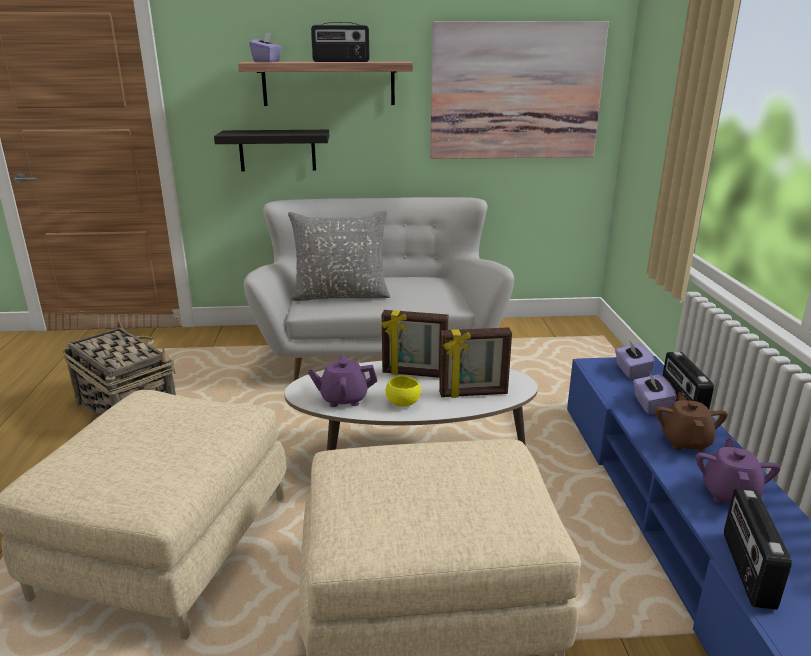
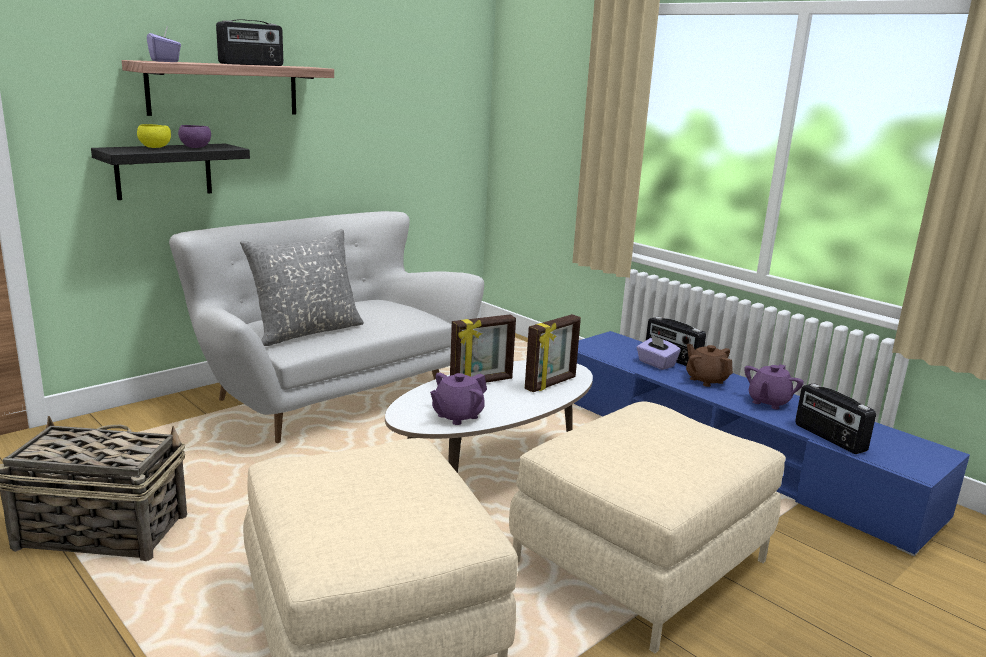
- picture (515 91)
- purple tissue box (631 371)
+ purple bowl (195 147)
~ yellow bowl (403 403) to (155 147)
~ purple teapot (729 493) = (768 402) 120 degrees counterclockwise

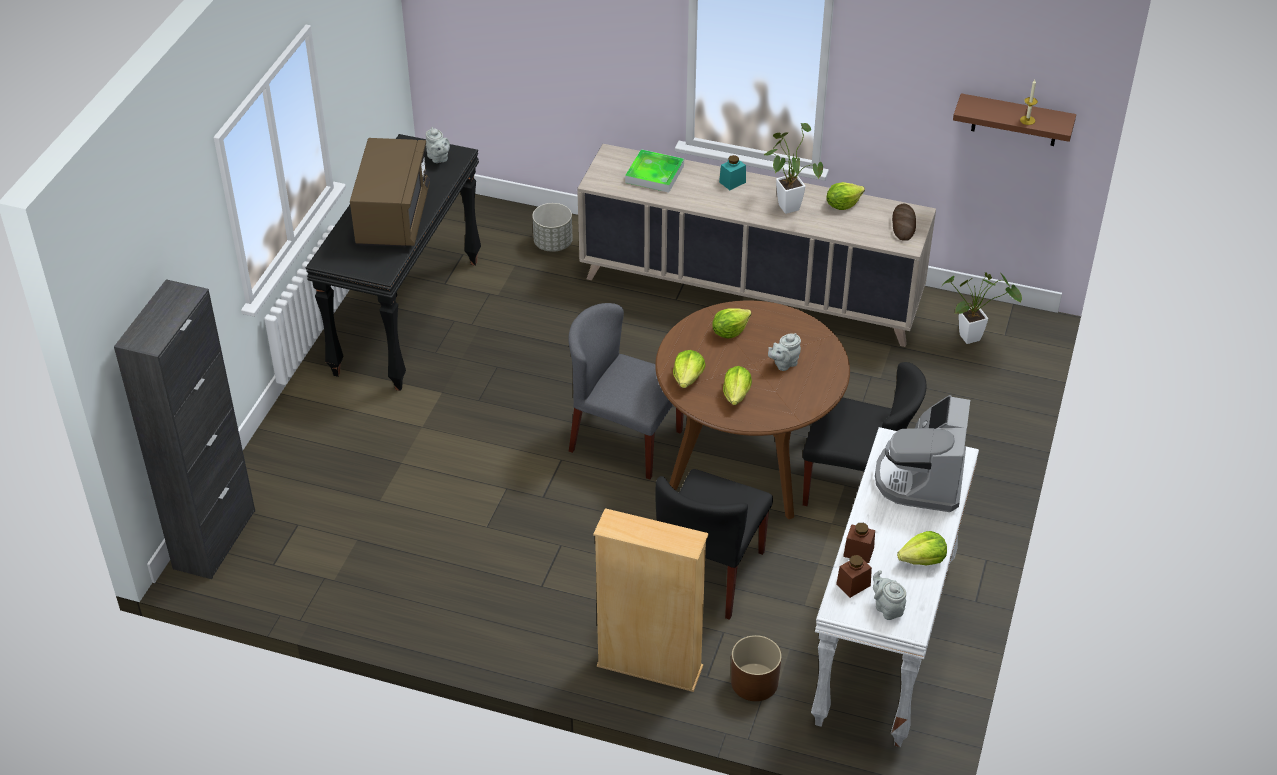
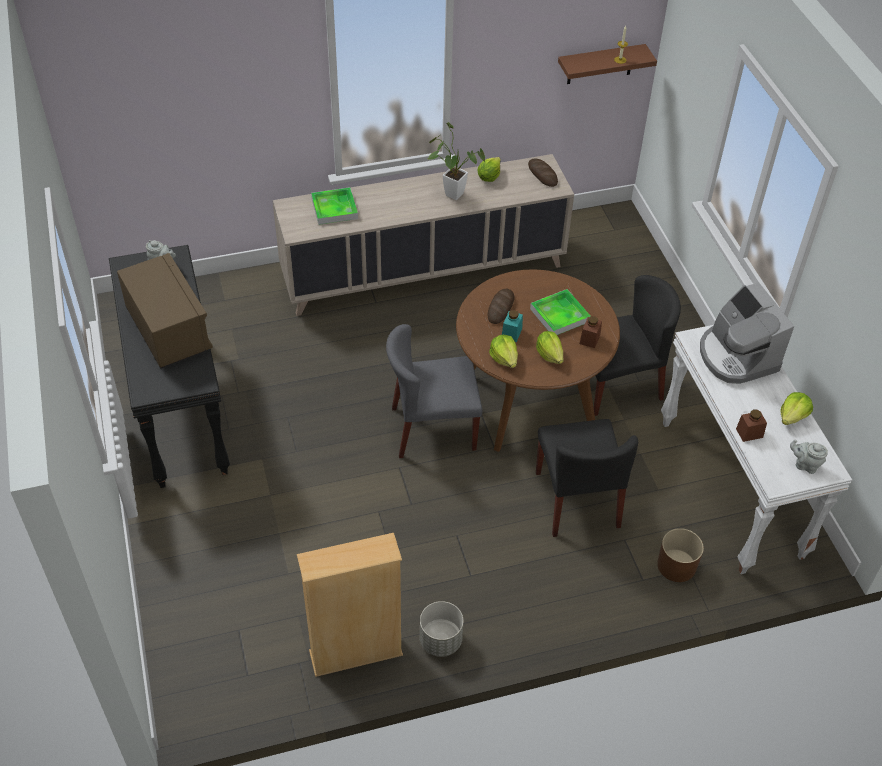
- black cabinet (214 539)
- potted plant (974 337)
~ grey planter (553 244) to (440 641)
~ beige bookcase (649 667) to (356 653)
~ turquoise jar (732 182) to (511 333)
~ brown jar (853 585) to (589 339)
~ lettuce (729 332) to bread (500 308)
~ grey teapot (784 364) to tray (559 315)

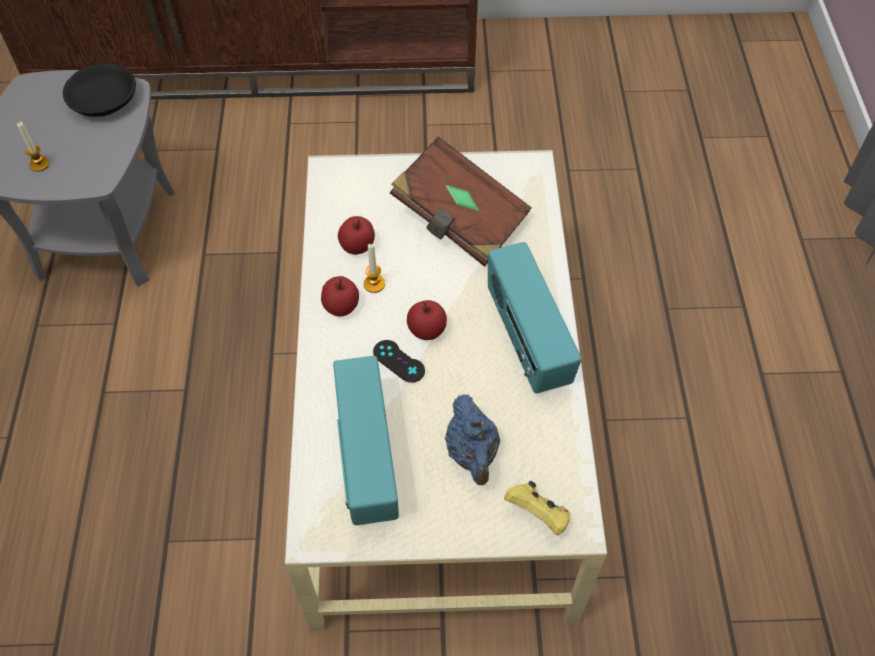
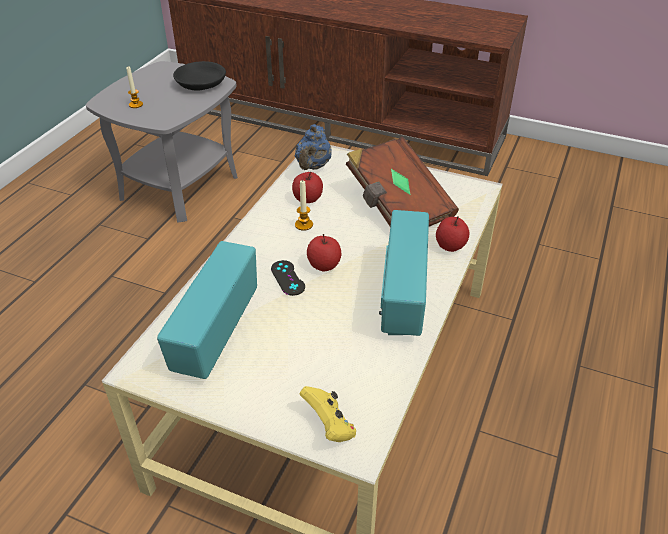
~ apple (341 306) to (450 246)
~ blue teapot (472 454) to (313 166)

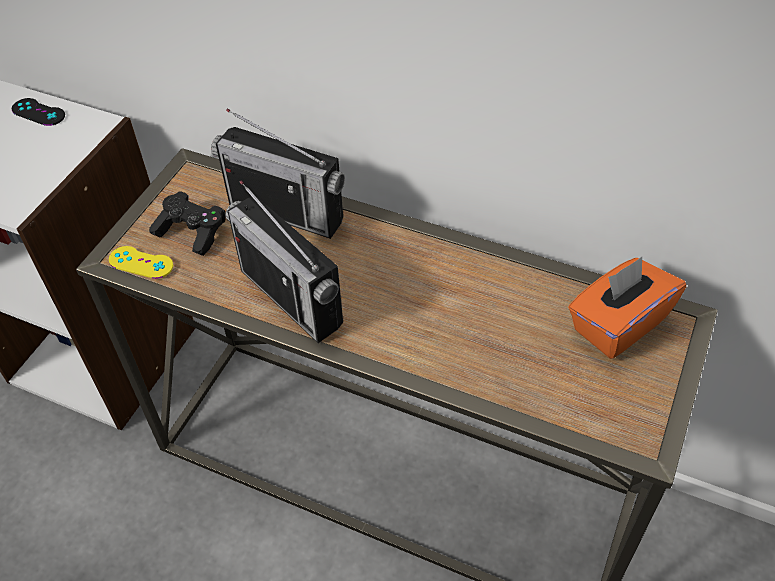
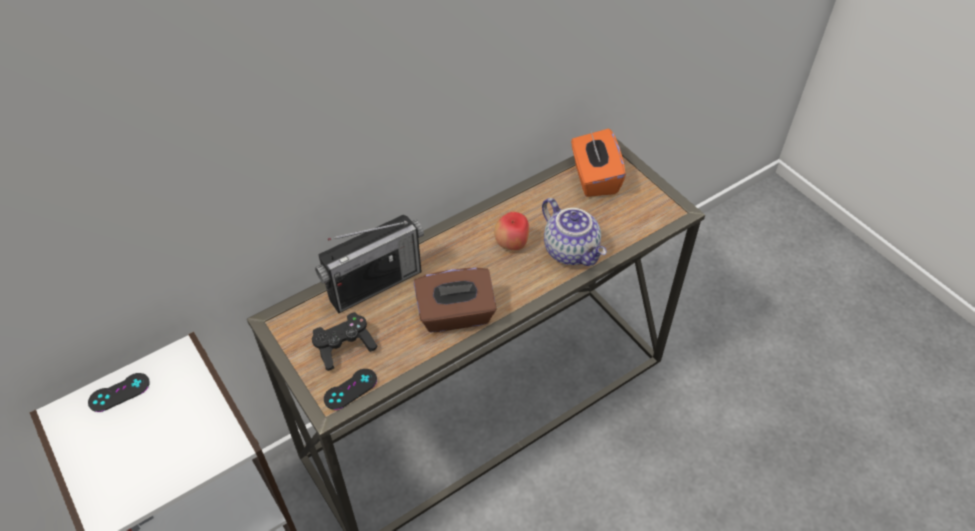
+ apple (512 244)
+ teapot (572 251)
~ radio (291 297) to brown tissue box (456 315)
~ yellow game controller (141 263) to black game controller (350 389)

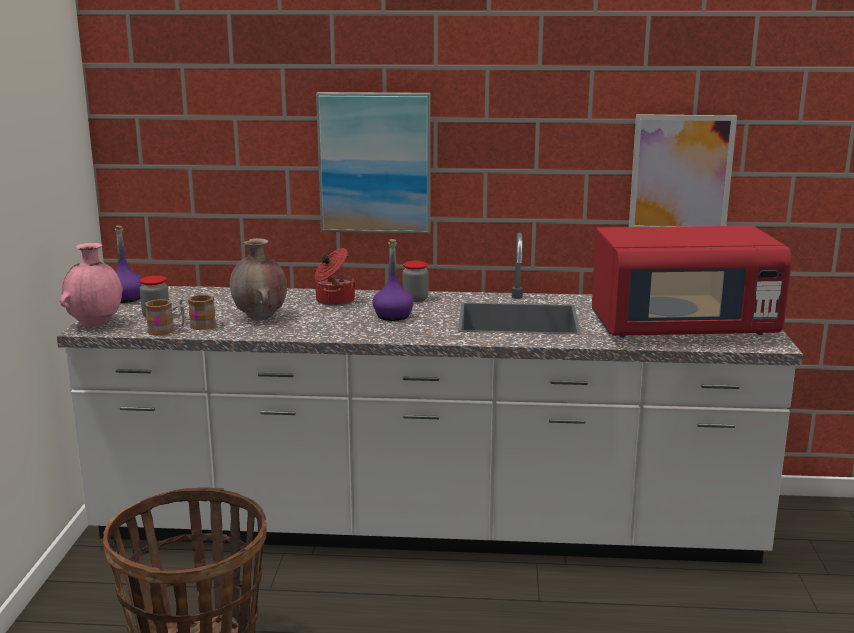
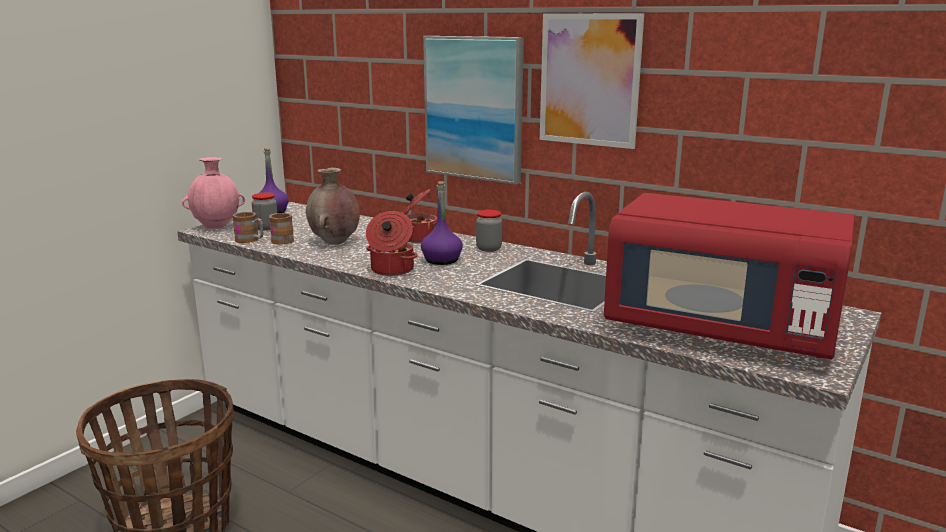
+ cooking pot (391 270)
~ picture (681 173) to (589 80)

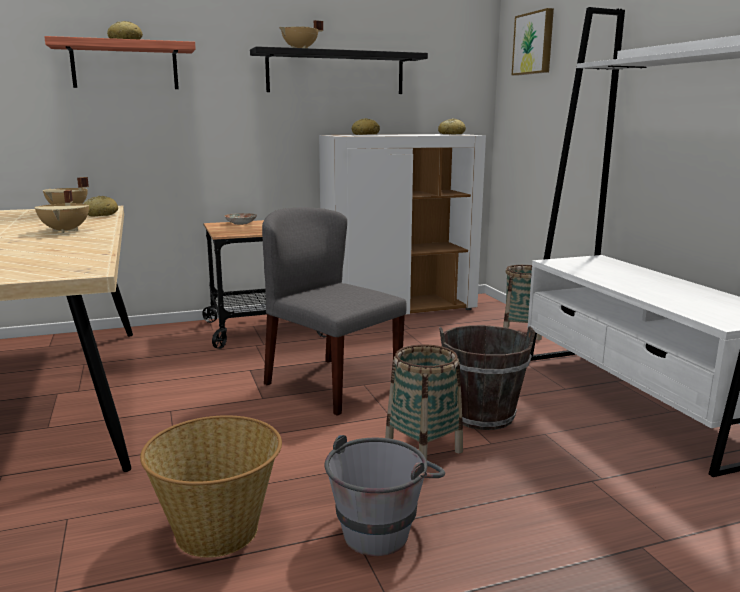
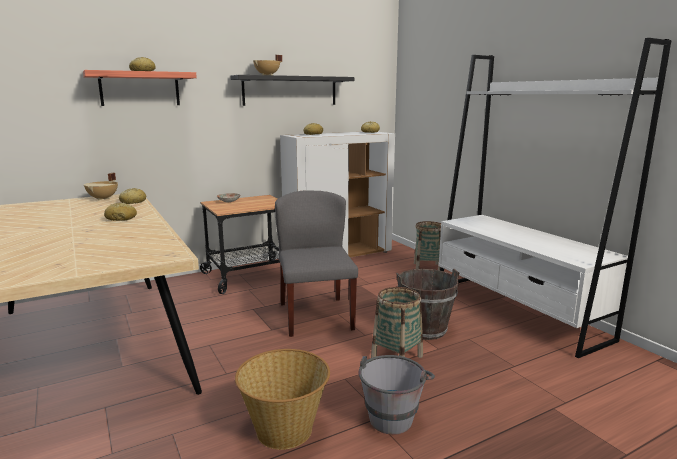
- picture (534 43)
~ beige cooking pot (66 230) to bread (121 218)
~ grey chair (331 385) = (315 316) 45 degrees clockwise

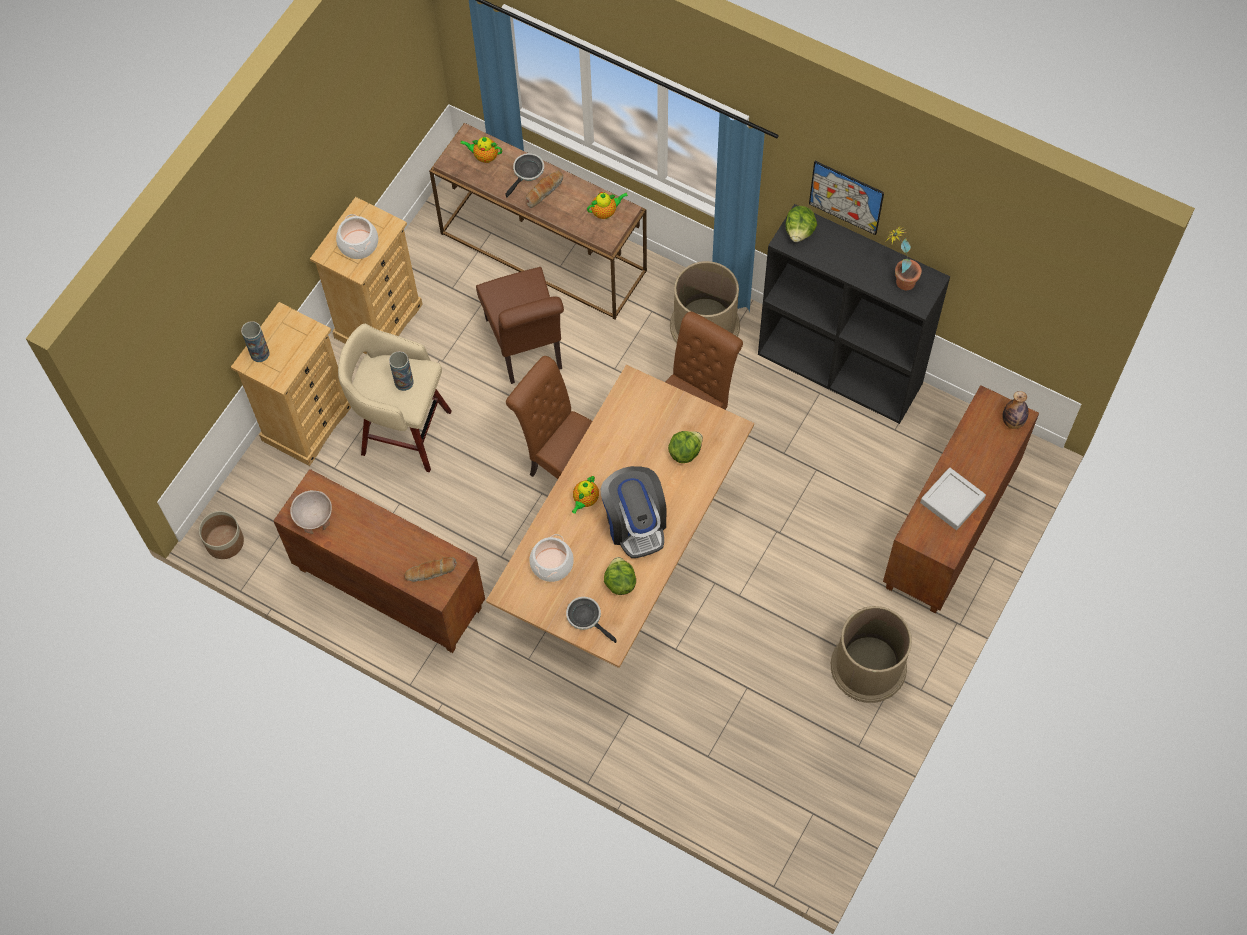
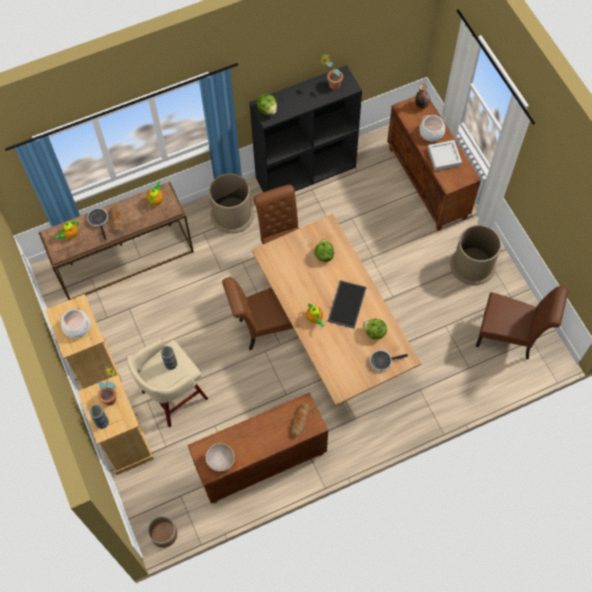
- picture (846 197)
+ potted plant (113 396)
~ brown chair (526 348) to (510 338)
~ cooking pot (552 564) to (431 132)
~ coffee machine (635 523) to tray (346 303)

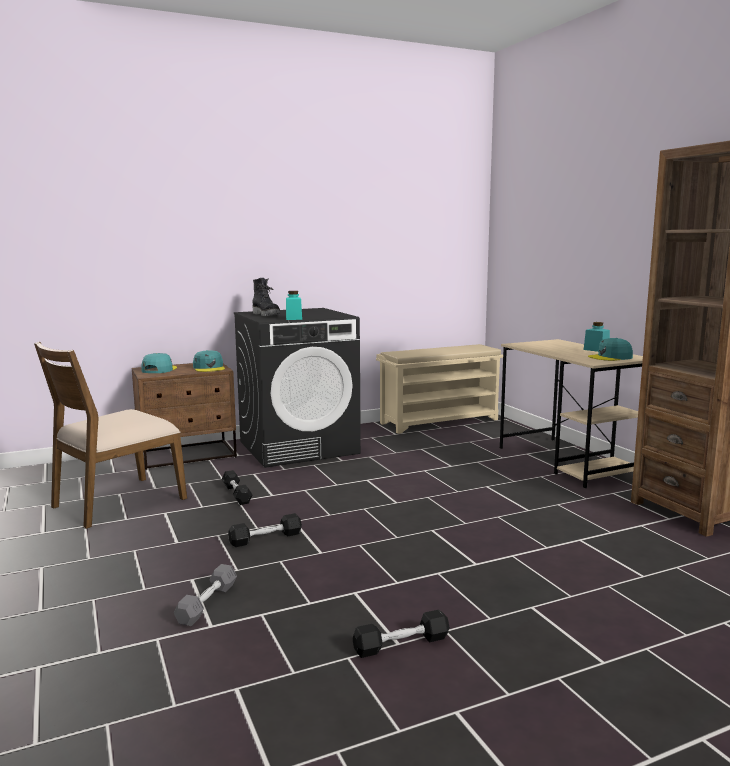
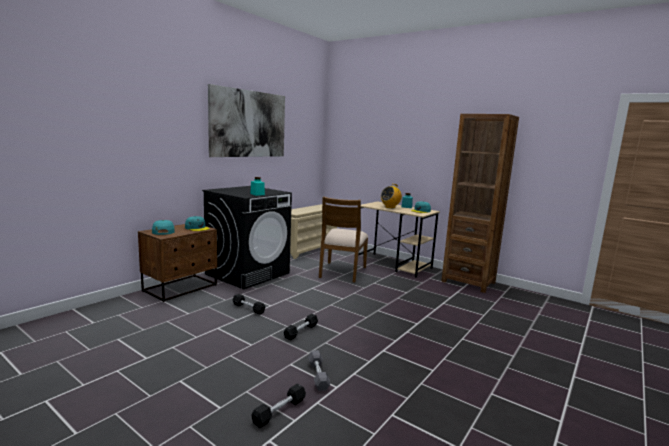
- black boot (267 315)
+ picture (248 124)
+ radio (390 207)
~ brown chair (117 502) to (342 272)
~ black dumbbell (401 644) to (279 411)

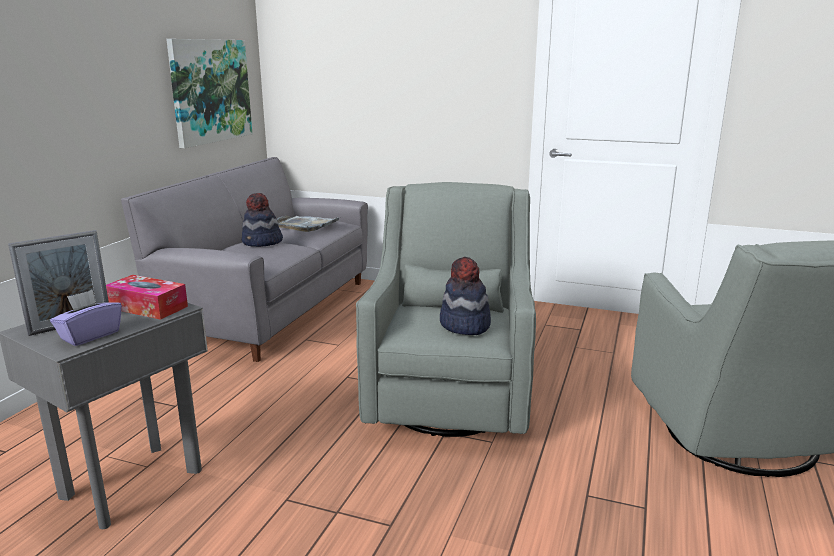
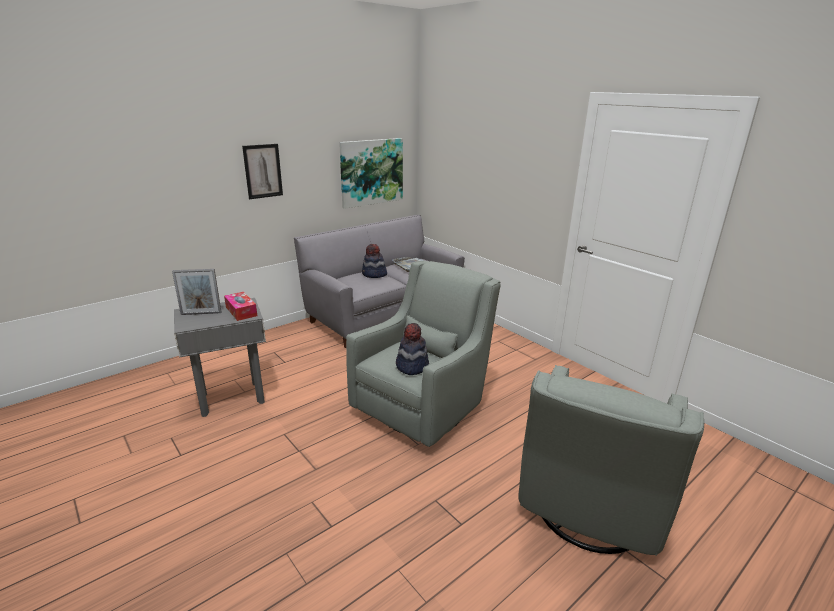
- purple tissue box (90 335)
+ picture (263 171)

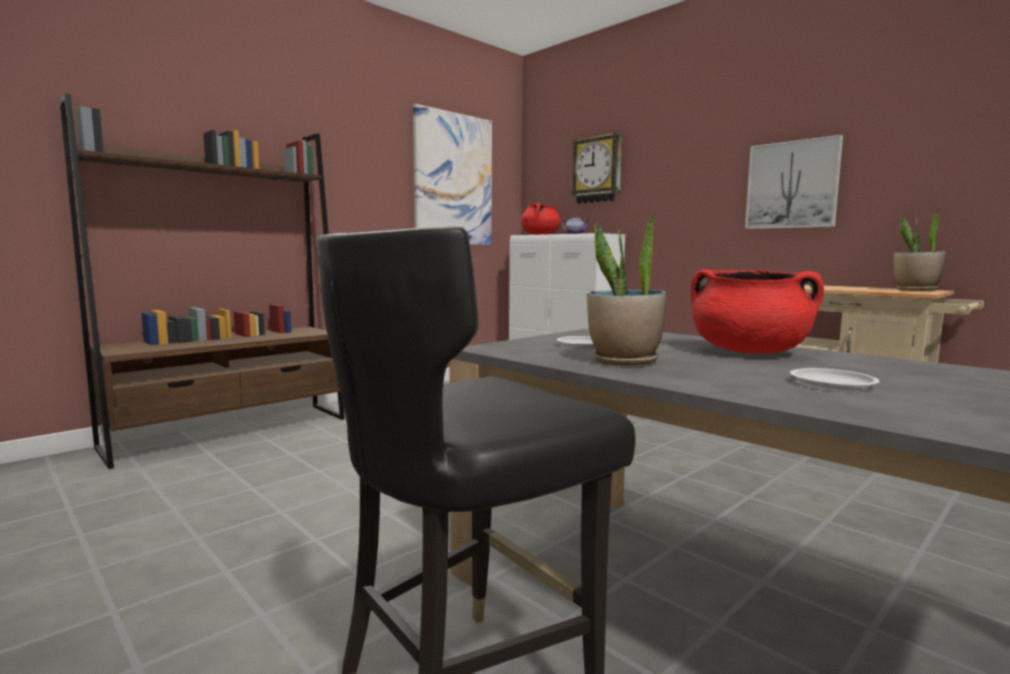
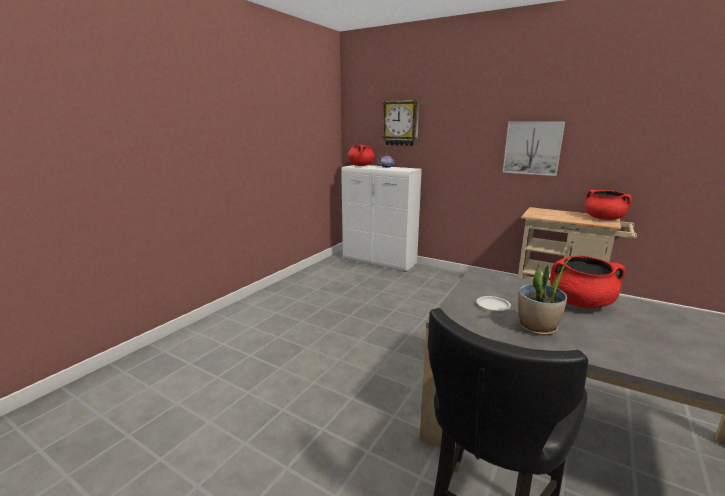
- brown bookcase (231 432)
- picture (453 180)
- white plate (831 383)
~ potted plant (916 290) to red cooking pot (604 219)

